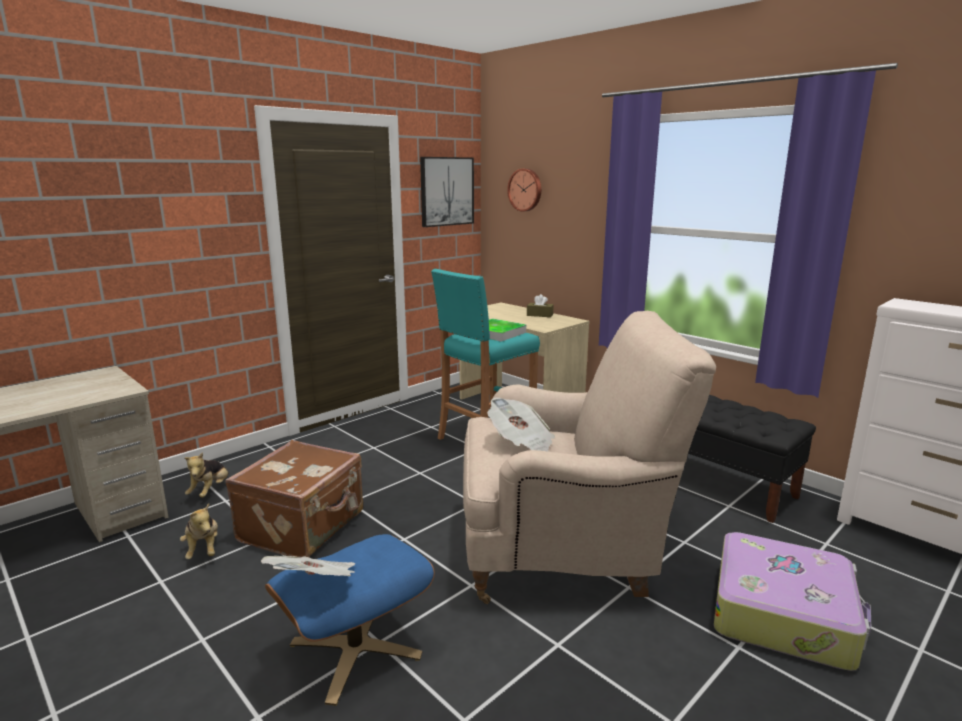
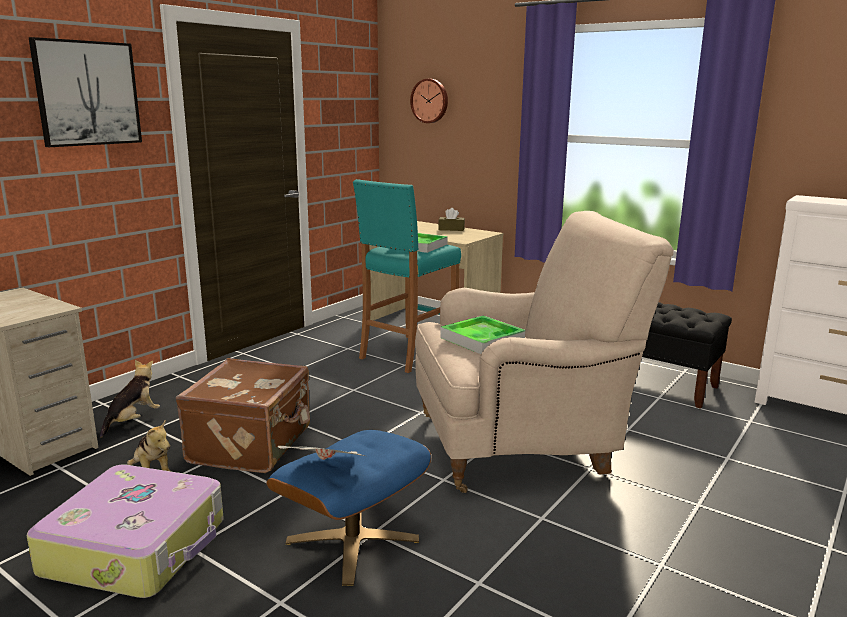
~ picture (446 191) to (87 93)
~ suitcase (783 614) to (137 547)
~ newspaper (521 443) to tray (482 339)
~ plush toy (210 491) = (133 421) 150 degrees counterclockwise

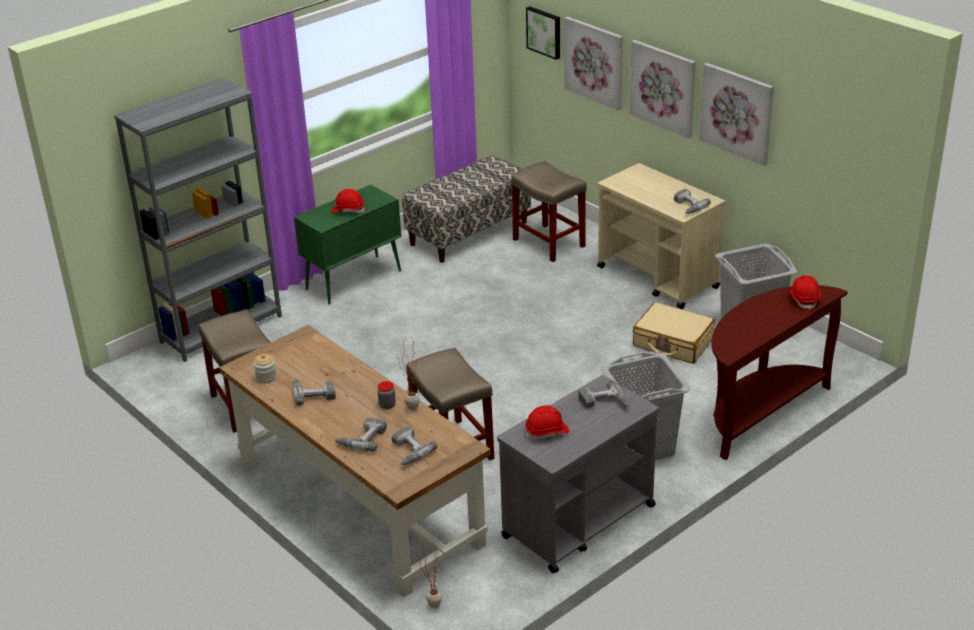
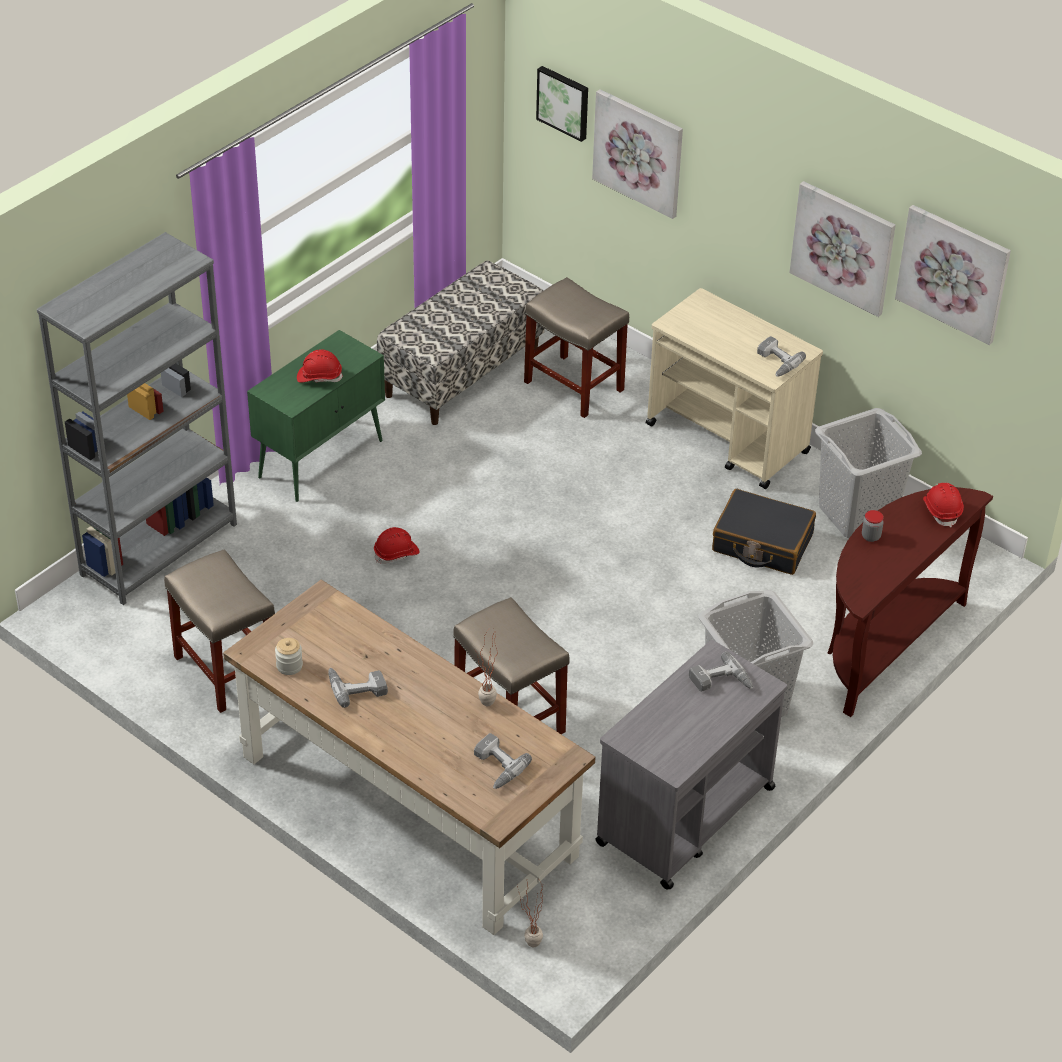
- power drill (362 438)
~ jar (387 405) to (871 536)
~ red hard hat (547 432) to (396 554)
~ picture (663 87) to (953 273)
~ beige suitcase (673 343) to black suitcase (762 543)

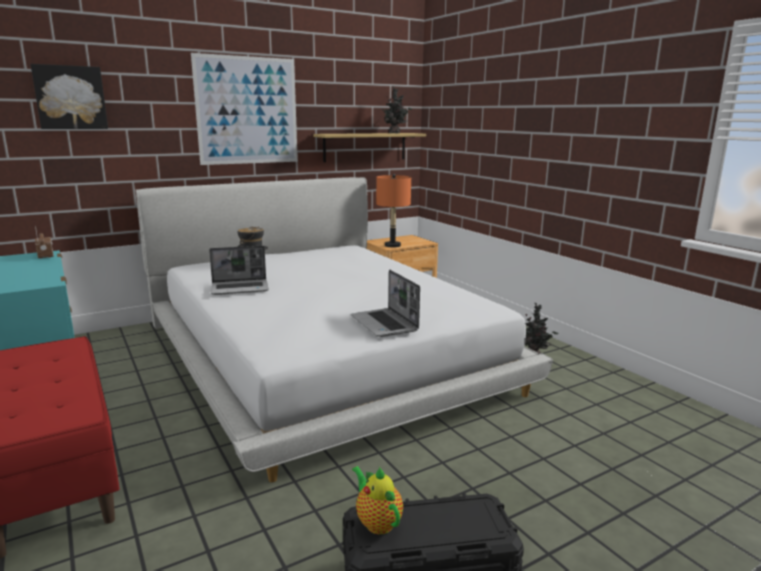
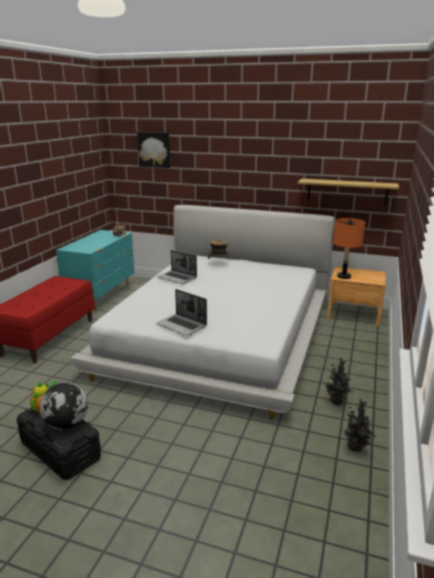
- picture (247 111)
+ globe (67 424)
~ potted plant (395 133) to (356 448)
~ laptop (385 324) = (182 325) 75 degrees counterclockwise

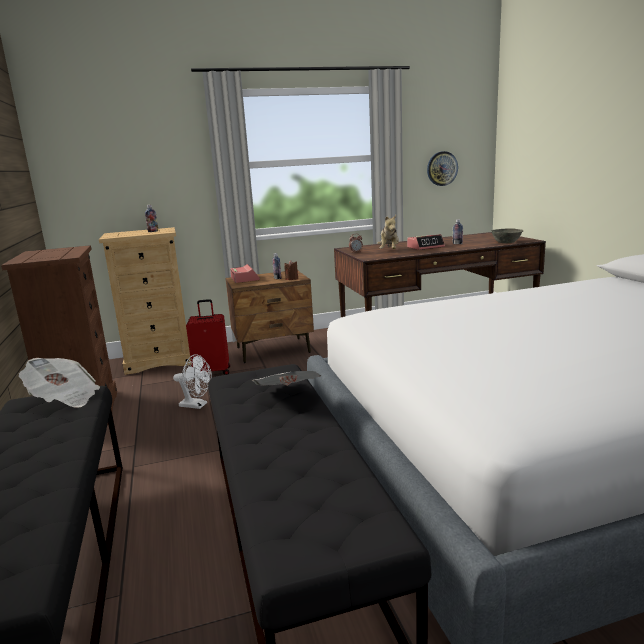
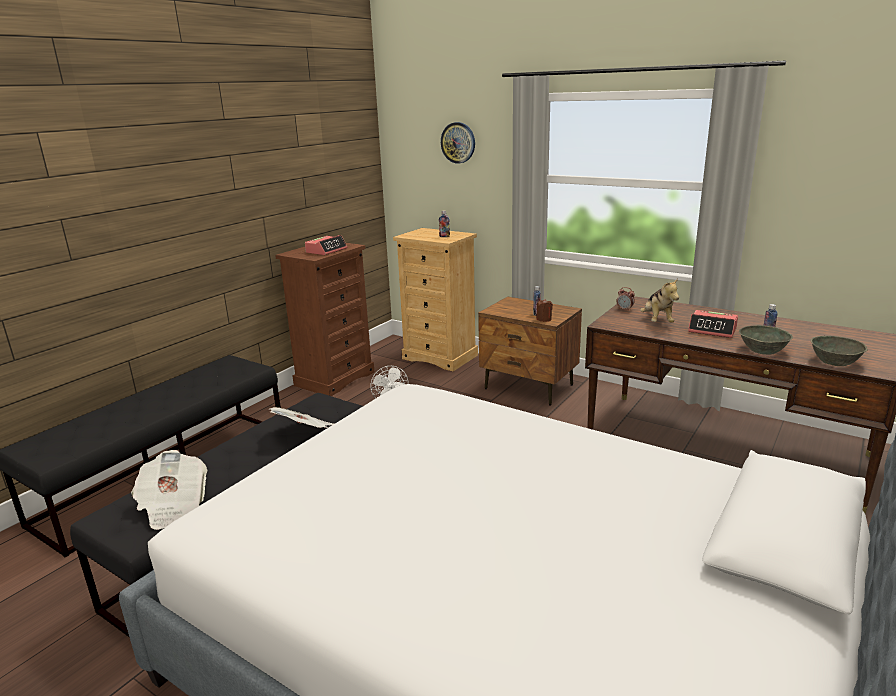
- red suitcase (212 372)
+ grey bowl (762 350)
~ newspaper (64 398) to (173 506)
~ alarm clock (245 279) to (326 250)
~ wall clock (442 168) to (458 142)
~ plush toy (389 251) = (657 321) 60 degrees counterclockwise

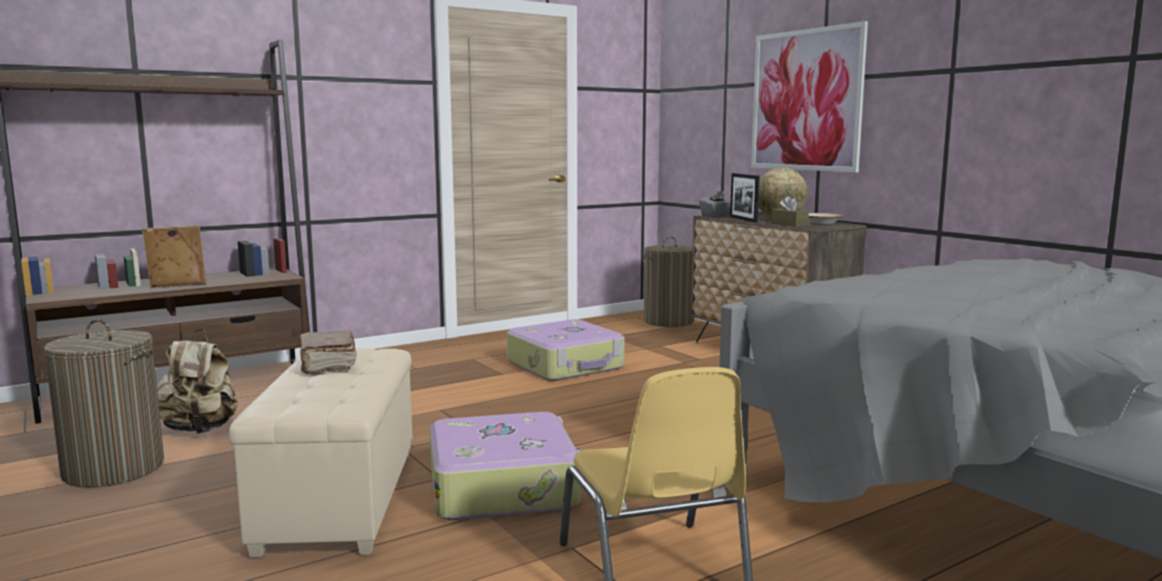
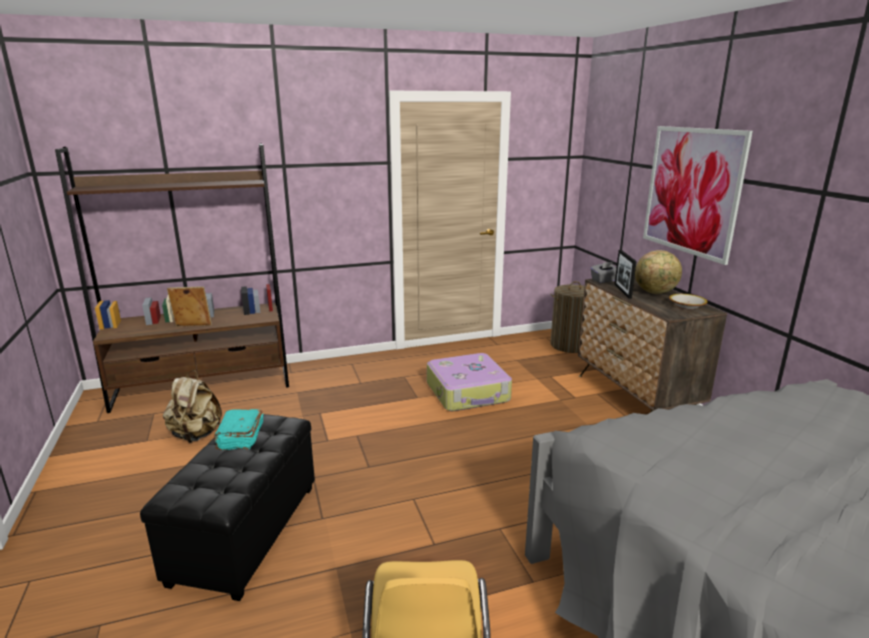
- laundry basket (113 469)
- suitcase (504 486)
- brown tissue box (789 224)
~ beige ottoman (338 502) to black ottoman (245 533)
~ brown book (327 364) to turquoise book (240 437)

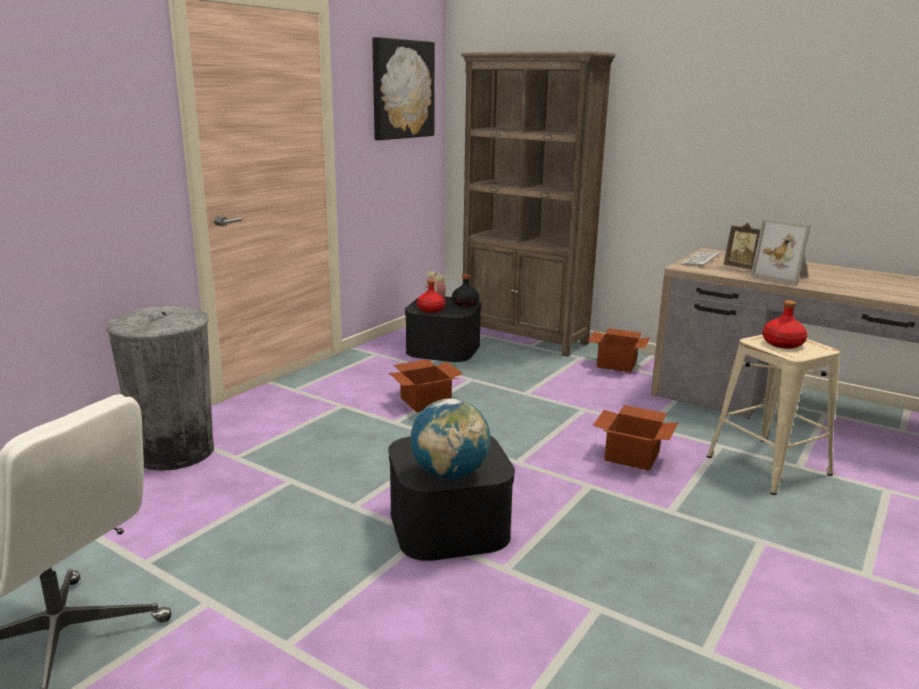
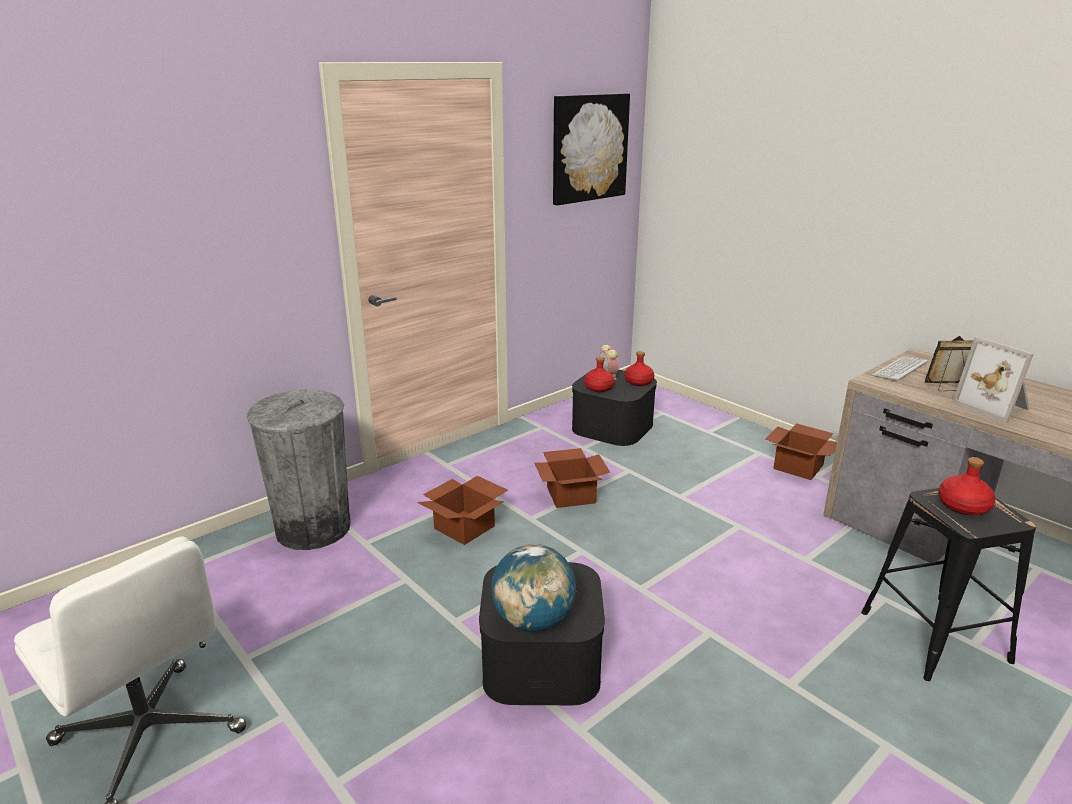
- brown bookcase (524 337)
~ cardboard box (633 455) to (466 527)
~ black bottle (465 304) to red bottle (638 382)
~ beige stool (767 465) to black stool (933 636)
~ picture frame (741 268) = (947 387) 120 degrees clockwise

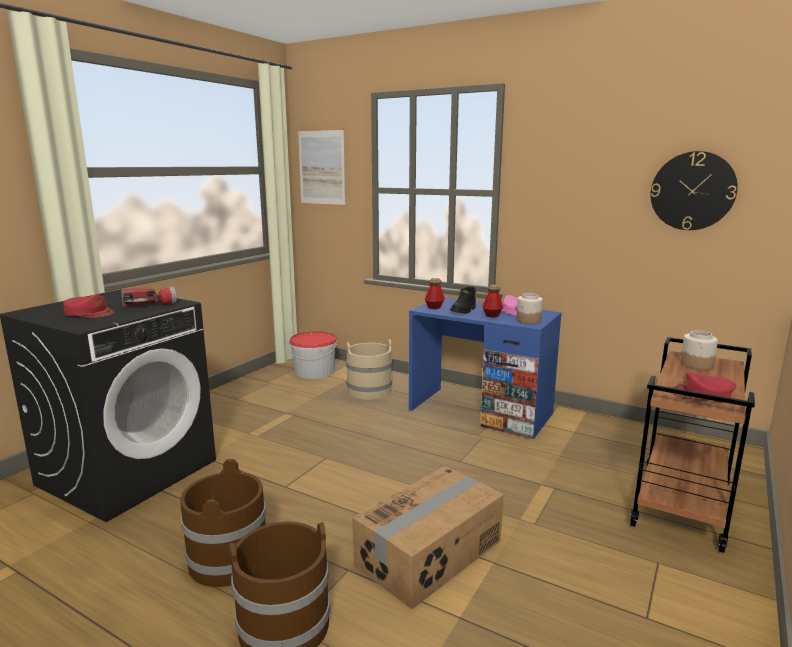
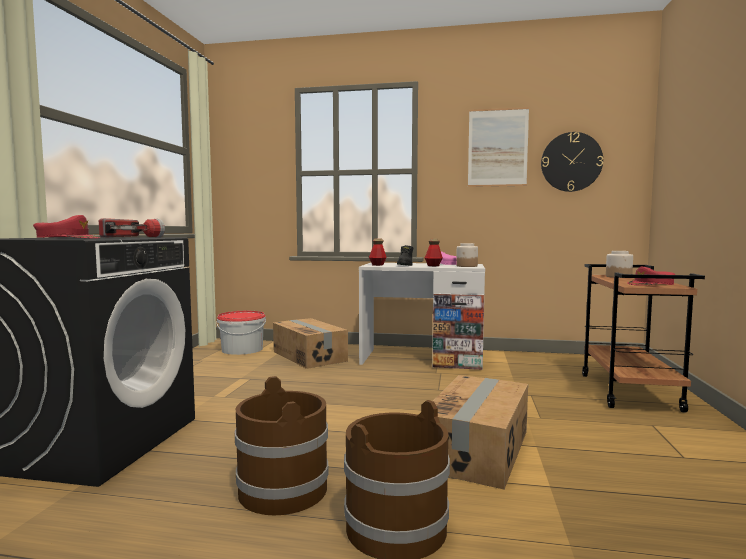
~ picture (322 167) to (497 147)
~ beige bucket (369 390) to cardboard box (309 356)
~ blue desk (480 411) to white desk (422 359)

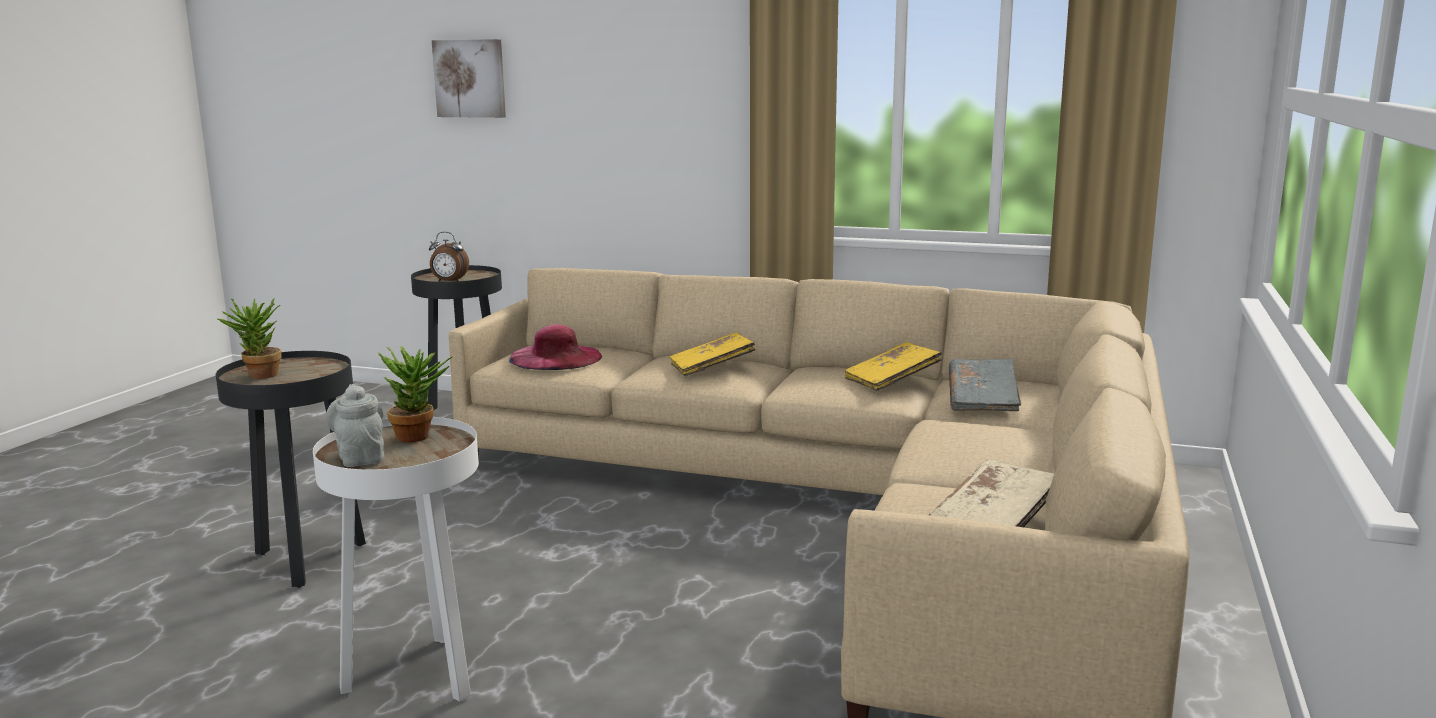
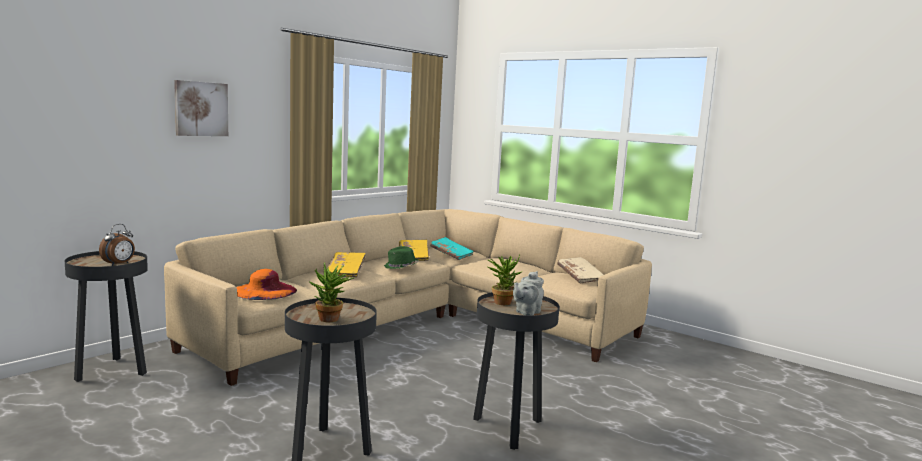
+ green hat (401 267)
~ picture (470 78) to (201 109)
~ white side table (418 676) to black side table (509 429)
~ pink hat (556 357) to orange hat (265 291)
~ grey book (982 400) to turquoise book (451 255)
~ grey teapot (360 457) = (526 312) 45 degrees counterclockwise

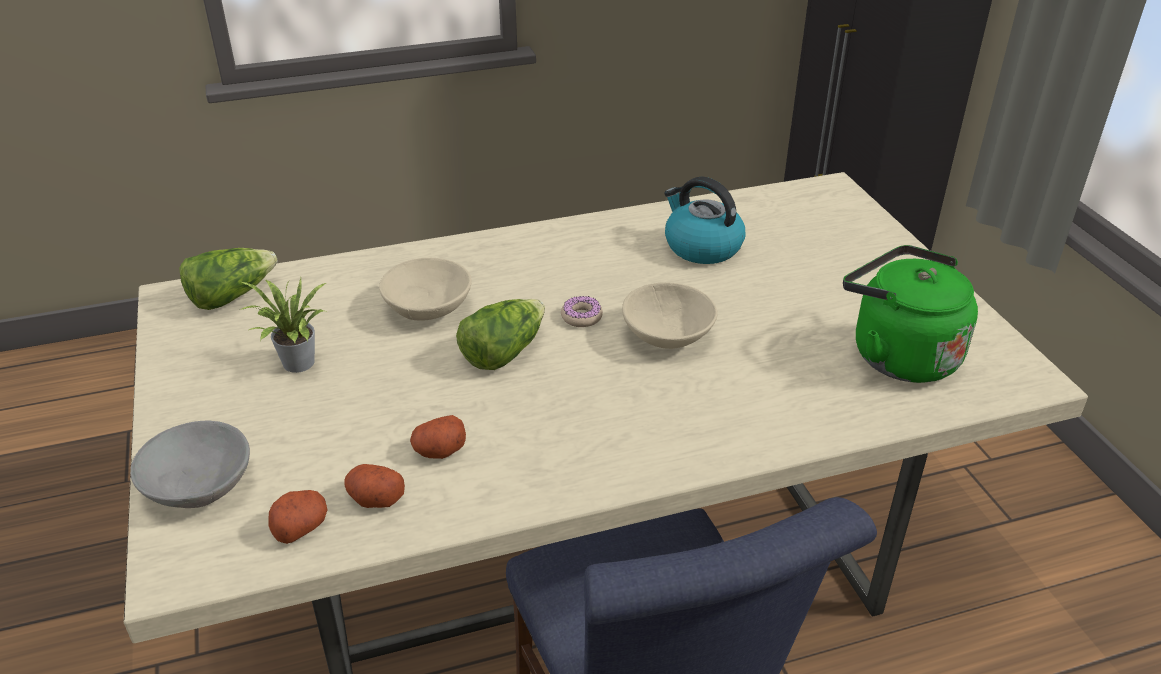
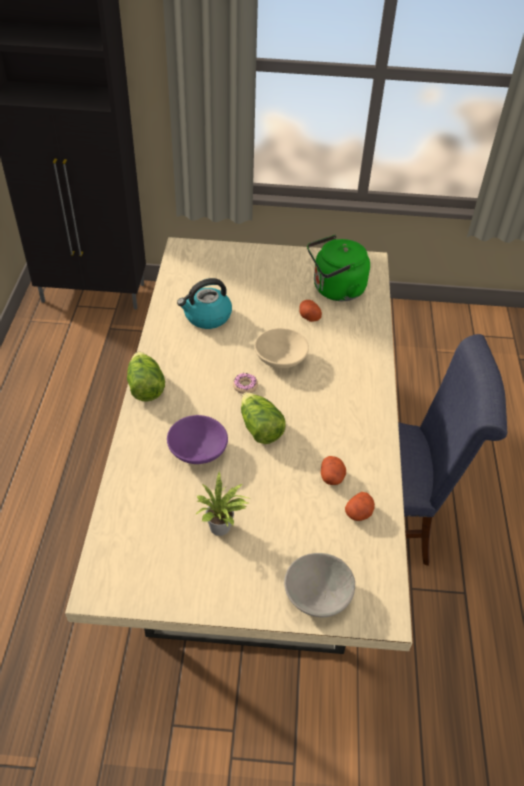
~ lettuce (231 296) to (145 387)
~ potato (300 527) to (309 316)
~ beige bowl (427 309) to purple bowl (197 451)

